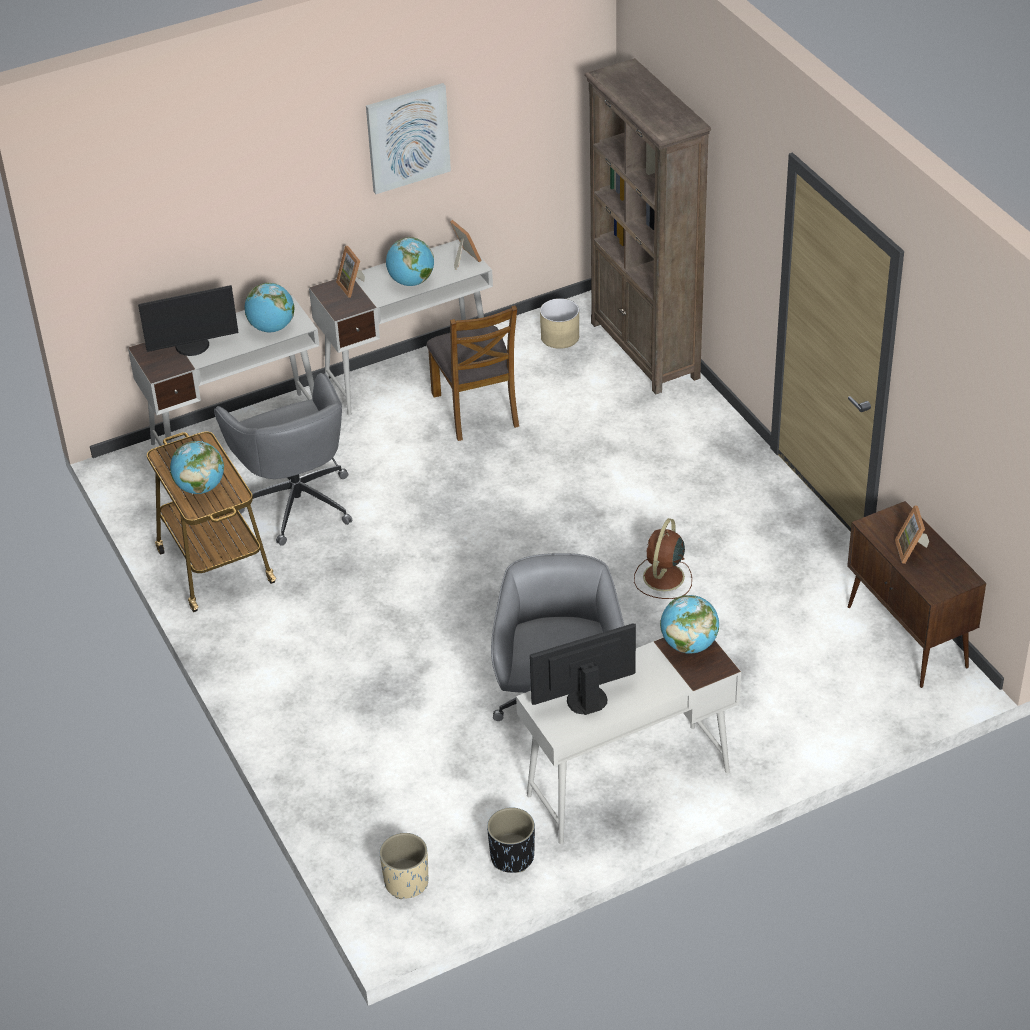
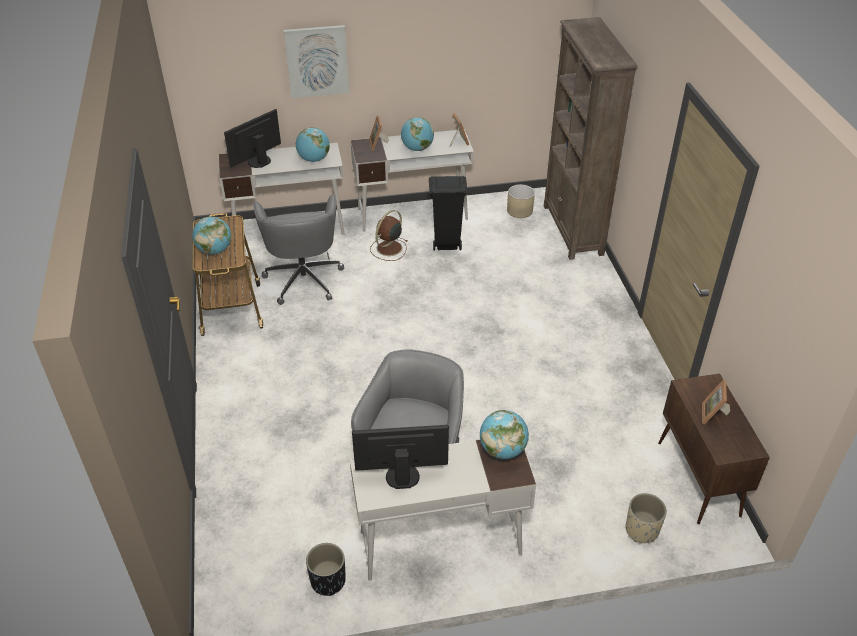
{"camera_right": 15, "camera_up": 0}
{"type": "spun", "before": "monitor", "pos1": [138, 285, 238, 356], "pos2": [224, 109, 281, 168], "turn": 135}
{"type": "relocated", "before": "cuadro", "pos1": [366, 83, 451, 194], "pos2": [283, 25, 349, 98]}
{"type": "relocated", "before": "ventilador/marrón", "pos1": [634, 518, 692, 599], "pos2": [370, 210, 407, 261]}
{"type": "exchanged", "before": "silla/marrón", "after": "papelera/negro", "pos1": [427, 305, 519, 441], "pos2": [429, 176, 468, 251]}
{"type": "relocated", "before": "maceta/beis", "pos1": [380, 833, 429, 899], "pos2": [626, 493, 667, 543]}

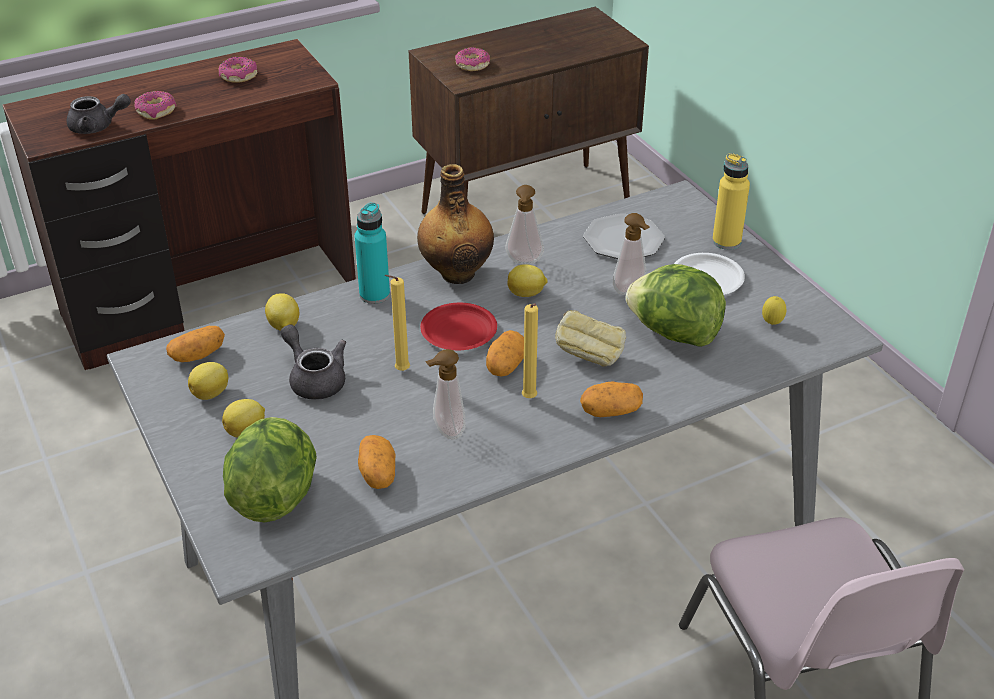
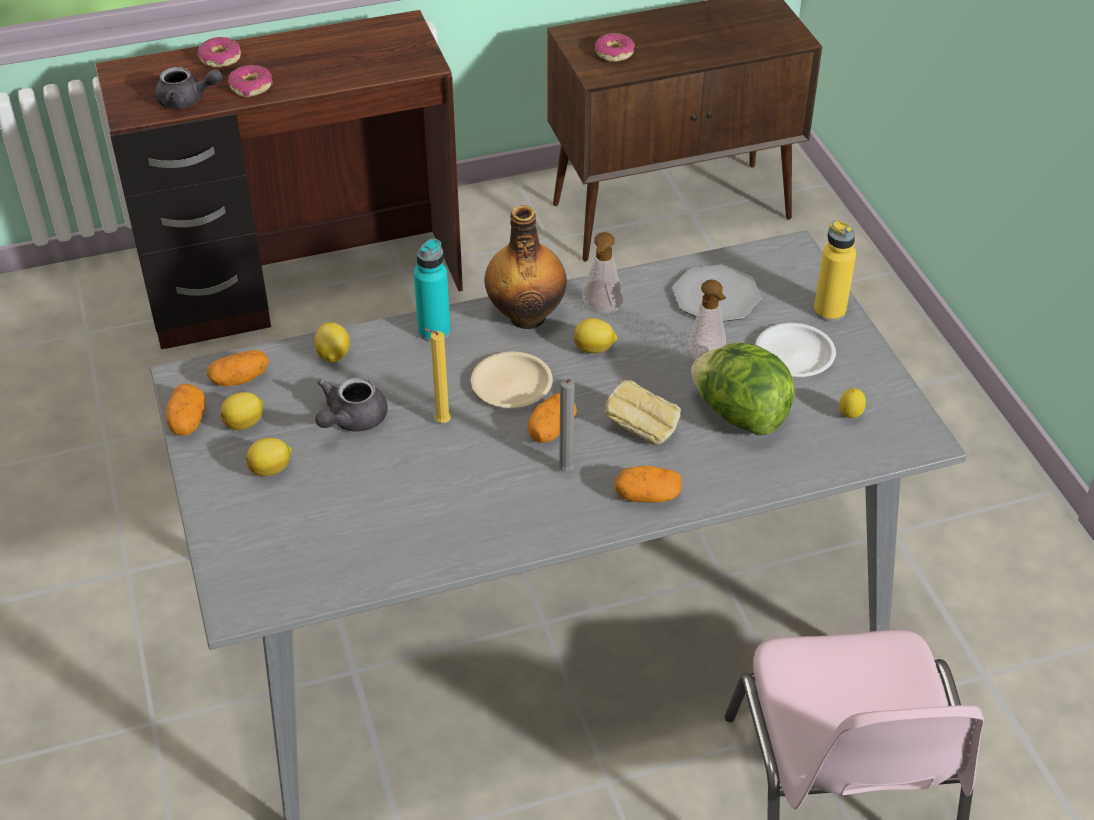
{"camera_right": 10, "camera_up": 5}
{"type": "relocated", "before": "patata", "pos1": [358, 435, 395, 489], "pos2": [166, 384, 205, 436]}
{"type": "relocated", "before": "rosquilla", "pos1": [218, 57, 257, 83], "pos2": [197, 37, 241, 68]}
{"type": "spun", "before": "tetera/gris", "pos1": [281, 324, 346, 400], "pos2": [315, 377, 388, 432], "turn": -120}
{"type": "colour", "before": "plato/rojo", "after": "plato/beis", "pos1": [420, 303, 497, 350], "pos2": [471, 352, 553, 408]}
{"type": "colour", "before": "vela/amarillo", "after": "vela/gris", "pos1": [522, 303, 538, 398], "pos2": [558, 379, 575, 471]}
{"type": "missing", "before": "lechuga", "pos1": [223, 417, 316, 522]}
{"type": "missing", "before": "dispensador de jabón", "pos1": [425, 349, 466, 439]}

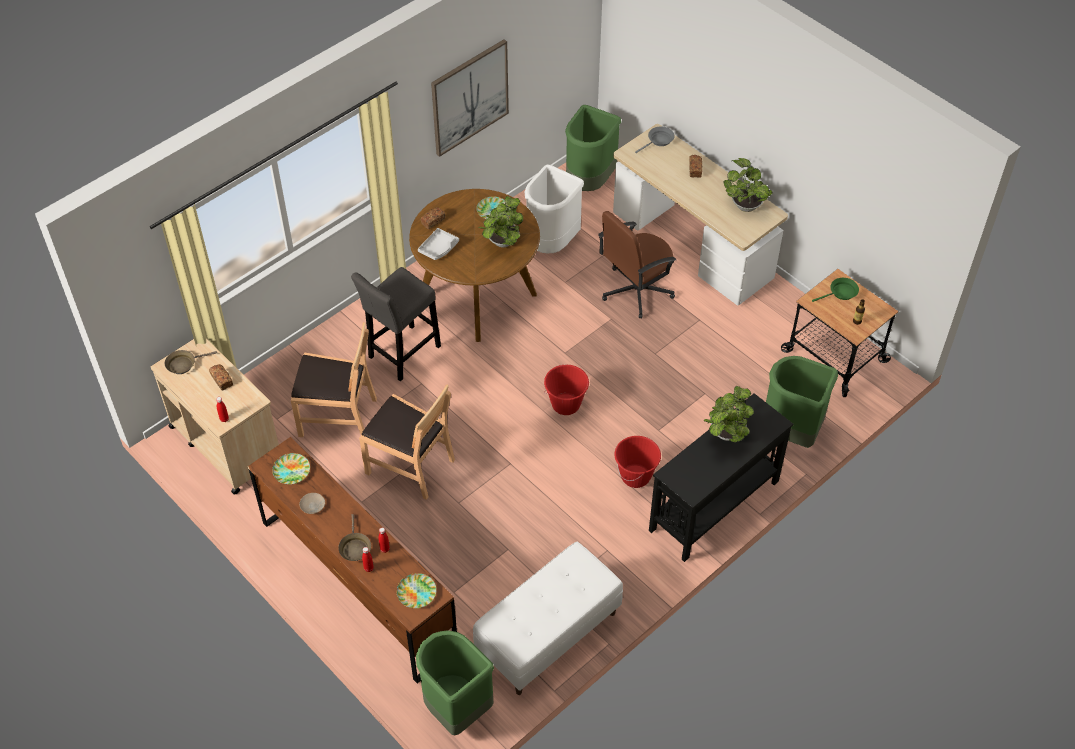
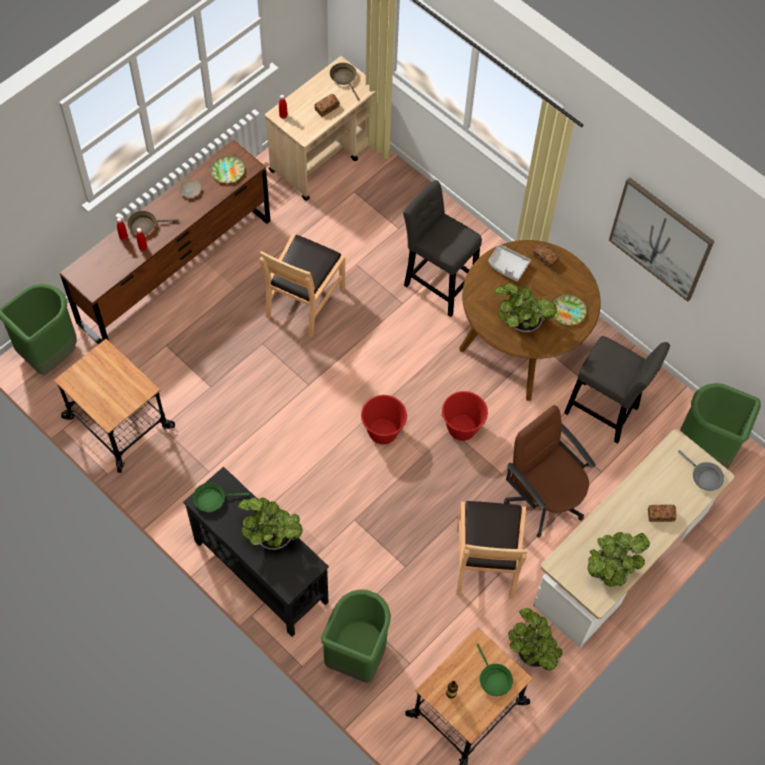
{"camera_right": 85, "camera_up": 10}
{"type": "exchanged", "before": "banco/blanco", "after": "carrito", "pos1": [473, 542, 623, 695], "pos2": [54, 339, 175, 473]}
{"type": "appeared", "after": "sartén/verde", "pos2": [193, 483, 250, 512]}
{"type": "relocated", "before": "cubo/rojo", "pos1": [615, 436, 661, 488], "pos2": [440, 391, 488, 441]}
{"type": "relocated", "before": "silla/marrón", "pos1": [291, 322, 377, 437], "pos2": [456, 501, 528, 599]}
{"type": "appeared", "after": "planta en maceta", "pos2": [508, 608, 562, 670]}
{"type": "exchanged", "before": "papelera/blanco", "after": "taburete/gris", "pos1": [525, 164, 584, 253], "pos2": [564, 336, 670, 444]}
{"type": "missing", "before": "plato", "pos1": [397, 573, 437, 608]}

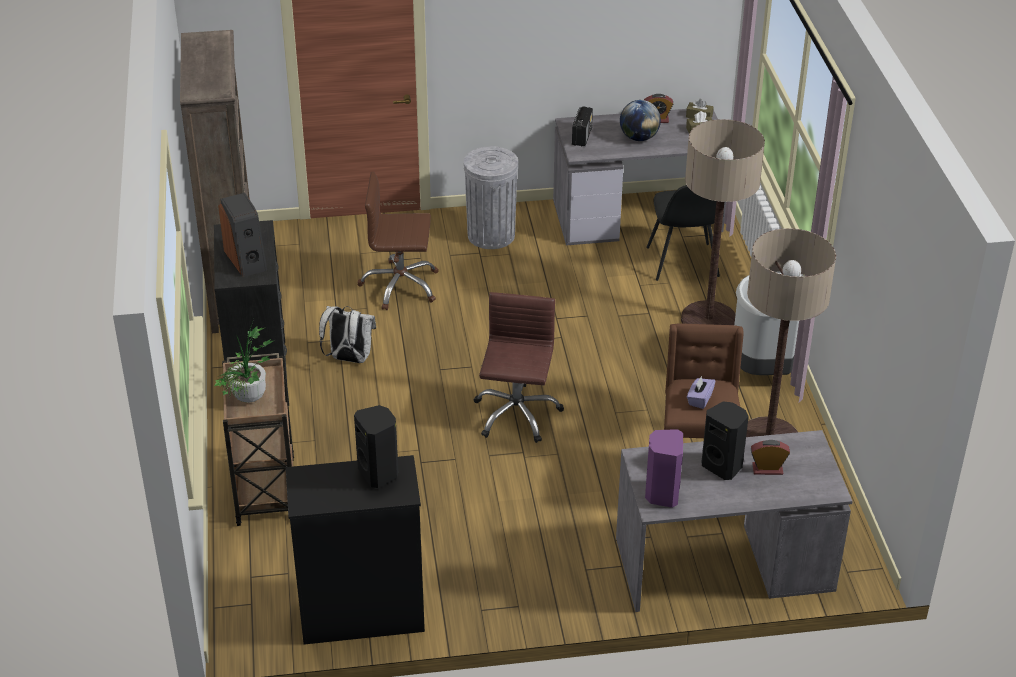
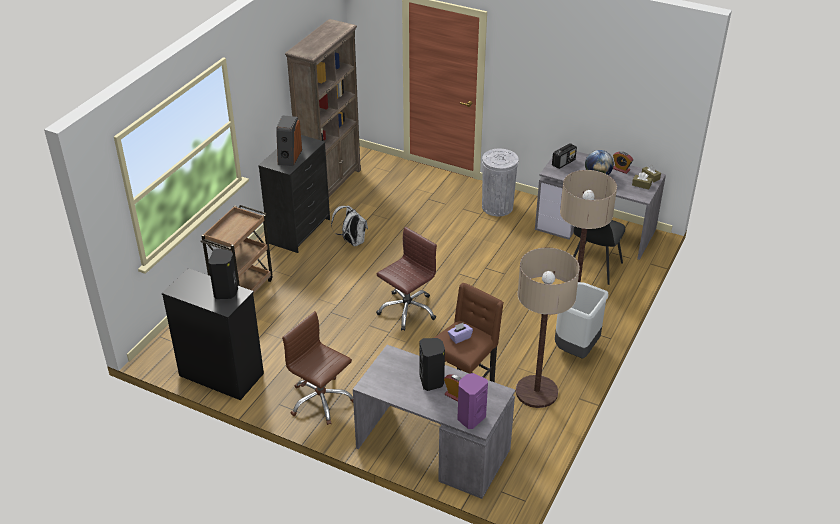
{"camera_right": 35, "camera_up": 0}
{"type": "relocated", "before": "silla de oficina/marrón", "pos1": [357, 171, 439, 310], "pos2": [282, 311, 353, 425]}
{"type": "relocated", "before": "altavoz/morado", "pos1": [645, 429, 683, 508], "pos2": [457, 373, 488, 429]}
{"type": "missing", "before": "planta en maceta", "pos1": [215, 322, 273, 403]}

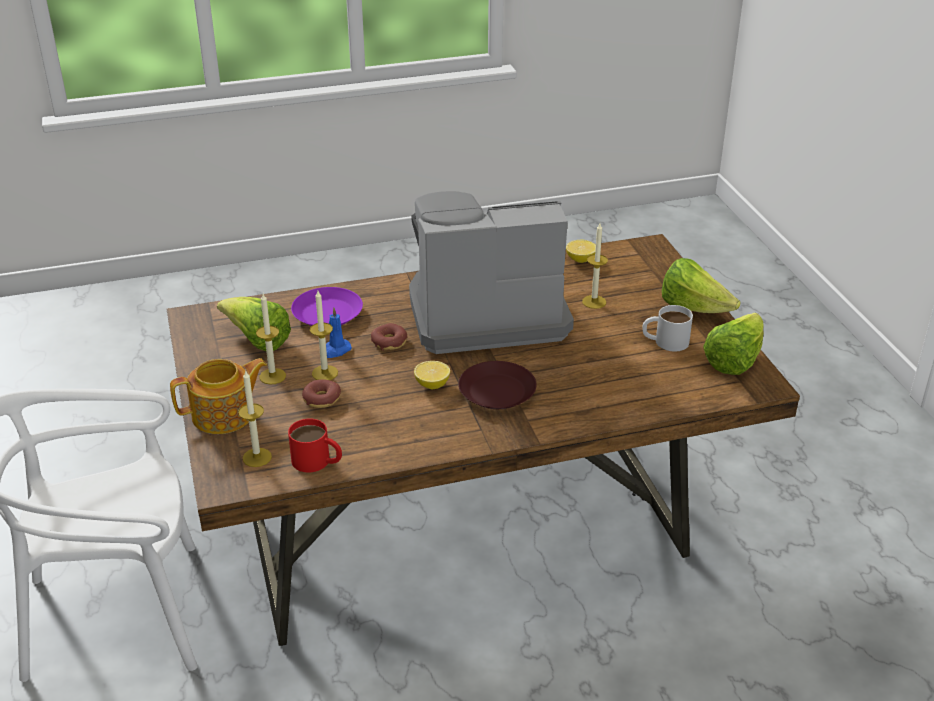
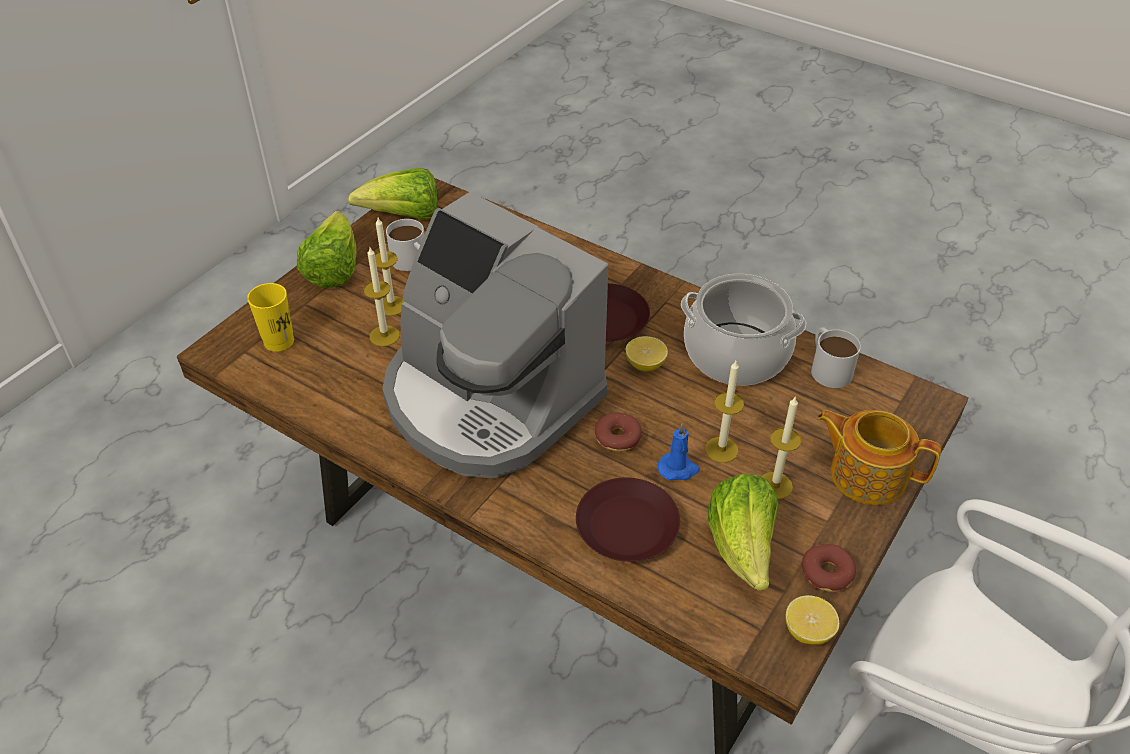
{"camera_right": -130, "camera_up": 10}
{"type": "appeared", "after": "taza/amarillo", "pos2": [247, 283, 294, 352]}
{"type": "relocated", "before": "vela", "pos1": [238, 371, 272, 467], "pos2": [375, 218, 404, 316]}
{"type": "colour", "before": "plato/morado", "after": "plato/marrón", "pos1": [291, 287, 363, 326], "pos2": [576, 478, 680, 562]}
{"type": "appeared", "after": "olla", "pos2": [681, 274, 806, 386]}
{"type": "relocated", "before": "limón", "pos1": [566, 240, 596, 263], "pos2": [785, 595, 839, 645]}
{"type": "relocated", "before": "rosquilla", "pos1": [302, 379, 341, 408], "pos2": [801, 544, 856, 592]}
{"type": "colour", "before": "taza grande/rojo", "after": "taza grande/blanco", "pos1": [288, 418, 342, 472], "pos2": [811, 327, 861, 388]}

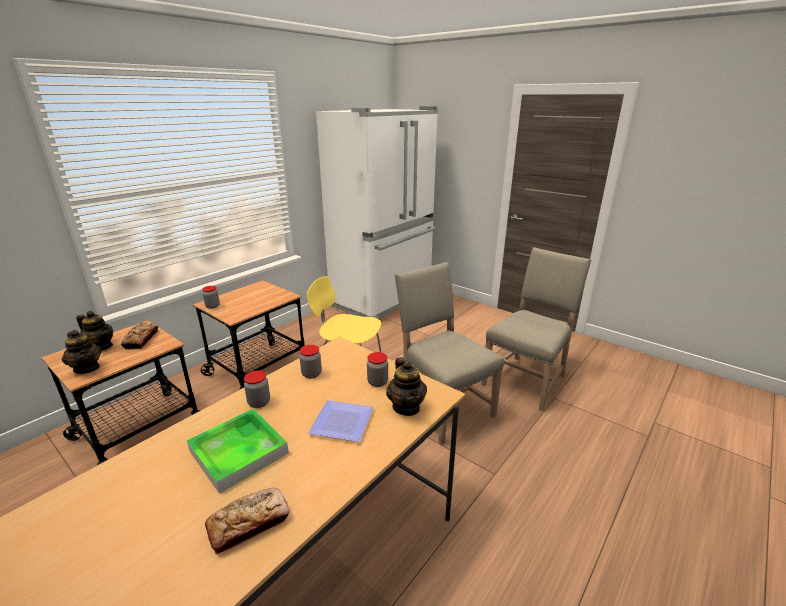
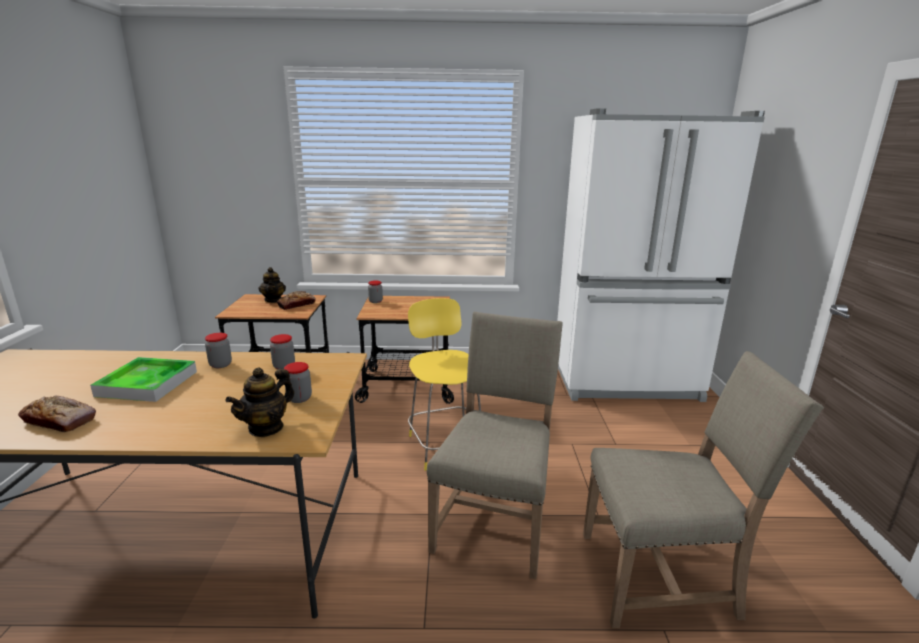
{"camera_right": 50, "camera_up": -5}
{"type": "missing", "before": "tetera", "pos1": [62, 330, 101, 374]}
{"type": "missing", "before": "plato", "pos1": [308, 400, 374, 442]}

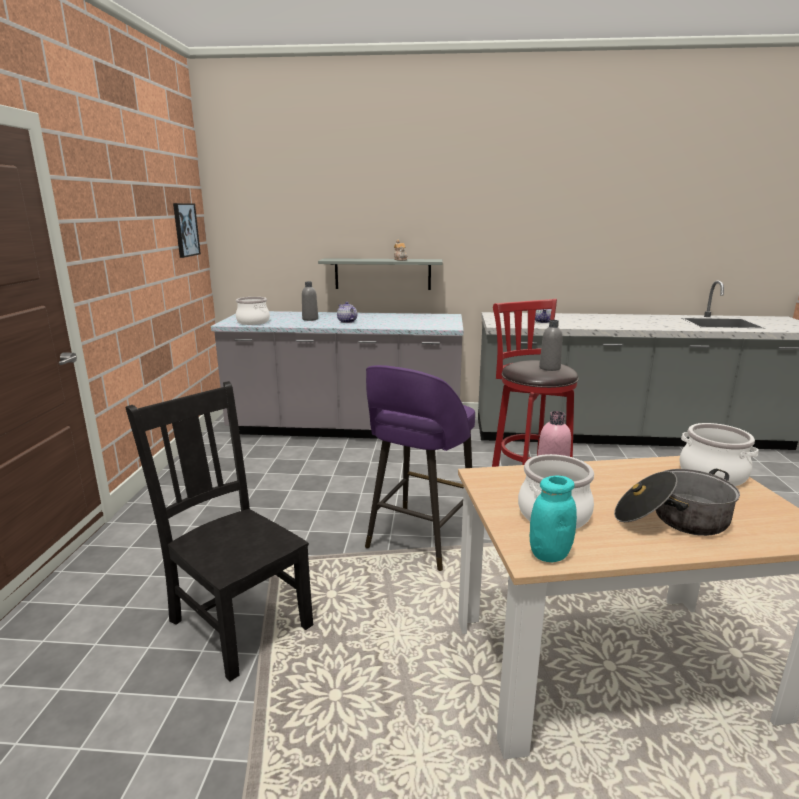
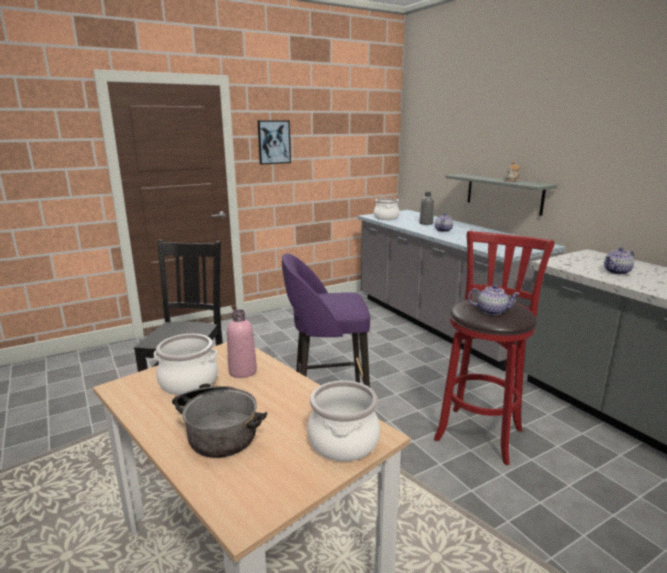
{"camera_right": 55, "camera_up": 0}
{"type": "relocated", "before": "cuadro", "pos1": [173, 203, 201, 258], "pos2": [258, 121, 291, 165]}
{"type": "exchanged", "before": "botella/gris", "after": "tetera", "pos1": [539, 320, 563, 371], "pos2": [468, 284, 520, 315]}
{"type": "missing", "before": "tarro/turquesa", "pos1": [530, 475, 577, 562]}

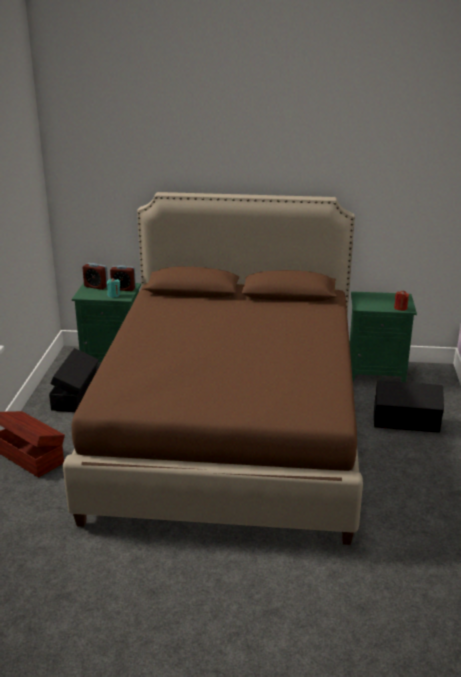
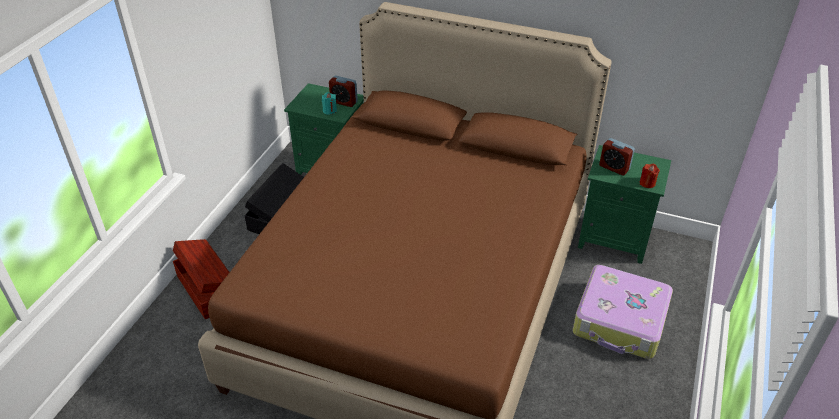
{"camera_right": 15, "camera_up": 15}
{"type": "exchanged", "before": "caja de almacenaje/negro", "after": "maleta", "pos1": [374, 380, 444, 433], "pos2": [573, 265, 673, 359]}
{"type": "relocated", "before": "despertador", "pos1": [82, 263, 108, 290], "pos2": [599, 138, 635, 175]}

